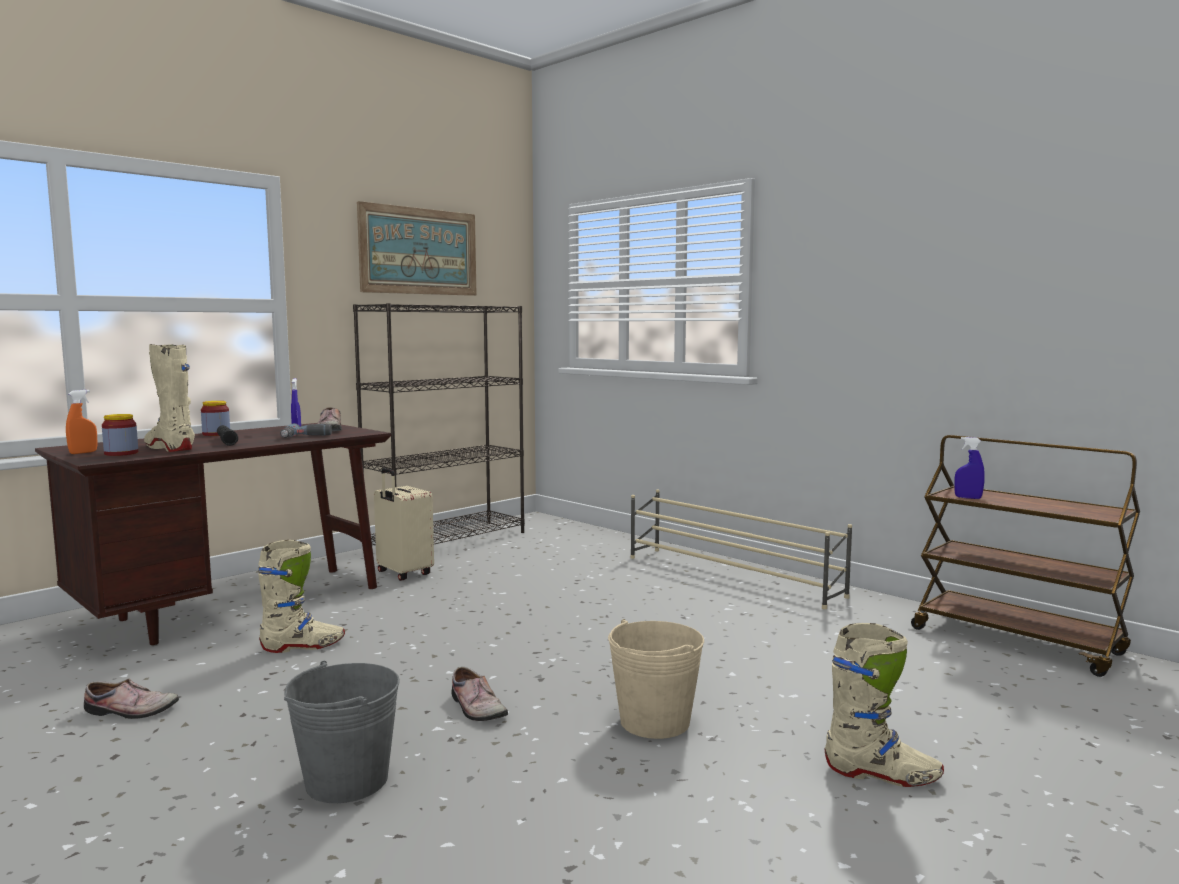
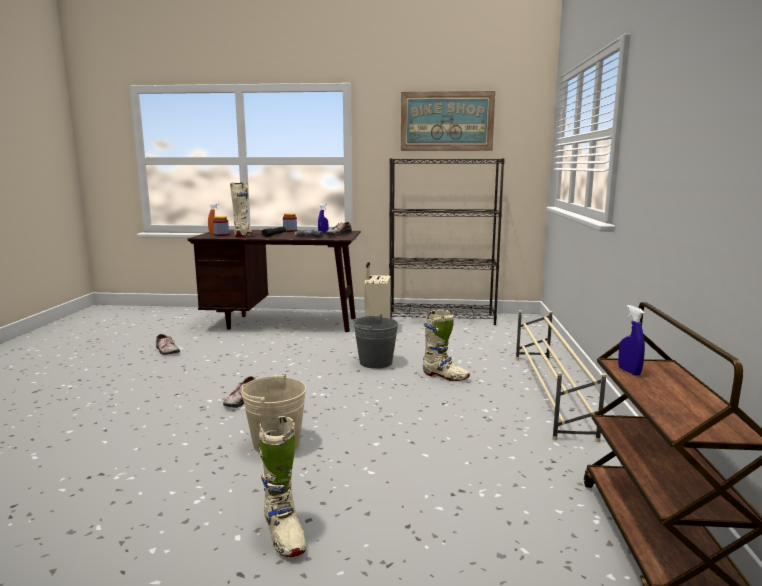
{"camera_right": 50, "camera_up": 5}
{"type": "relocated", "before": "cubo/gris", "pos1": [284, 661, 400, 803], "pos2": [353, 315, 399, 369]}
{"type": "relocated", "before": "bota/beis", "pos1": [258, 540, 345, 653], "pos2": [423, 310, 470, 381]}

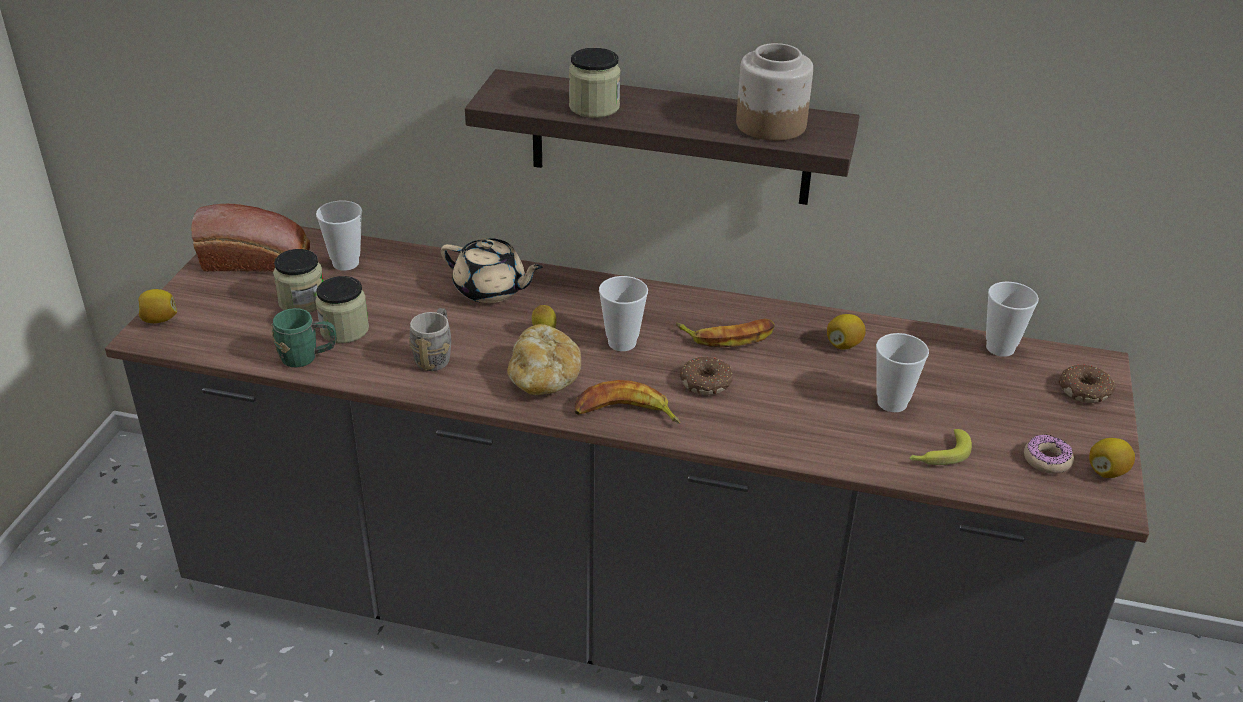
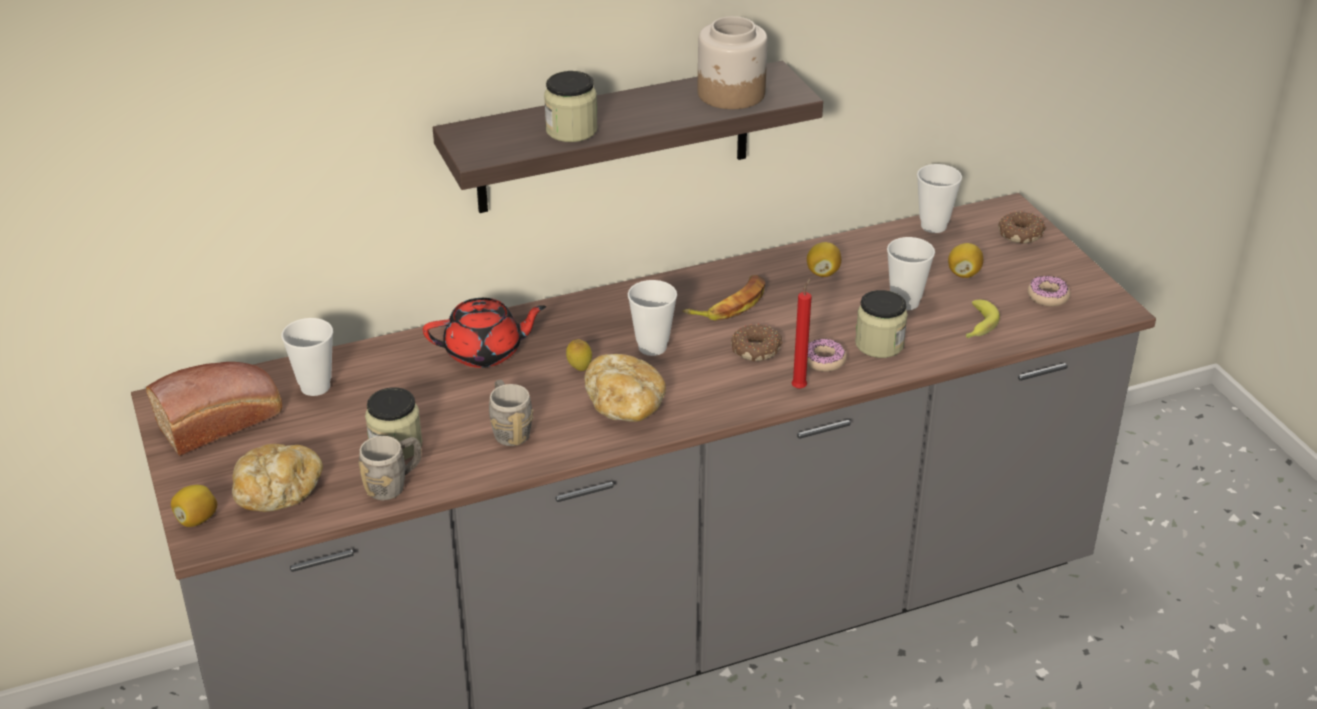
{"camera_right": -35, "camera_up": 0}
{"type": "appeared", "after": "pan", "pos2": [232, 444, 323, 512]}
{"type": "colour", "before": "taza grande/verde", "after": "taza grande/gris", "pos1": [271, 308, 336, 367], "pos2": [358, 436, 422, 500]}
{"type": "colour", "before": "tetera/beis", "after": "tetera/rojo", "pos1": [441, 238, 543, 303], "pos2": [423, 298, 546, 368]}
{"type": "appeared", "after": "vela/rojo", "pos2": [791, 278, 812, 389]}
{"type": "appeared", "after": "rosquilla", "pos2": [807, 338, 847, 372]}
{"type": "relocated", "before": "tarro", "pos1": [273, 249, 323, 313], "pos2": [855, 290, 908, 358]}
{"type": "relocated", "before": "limón", "pos1": [1089, 438, 1135, 478], "pos2": [948, 243, 983, 278]}
{"type": "missing", "before": "plátano", "pos1": [575, 380, 680, 424]}

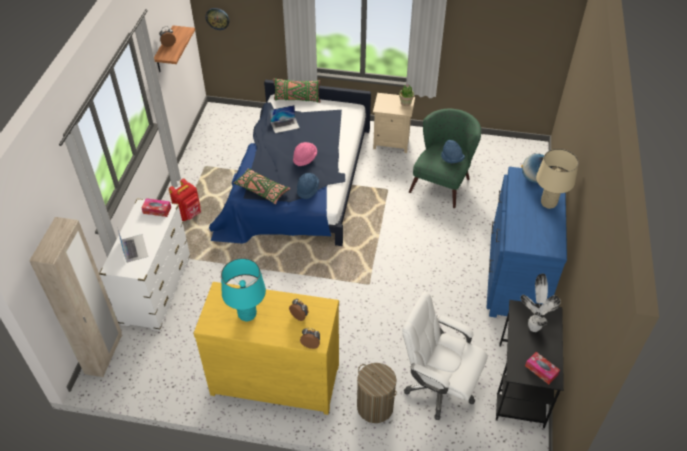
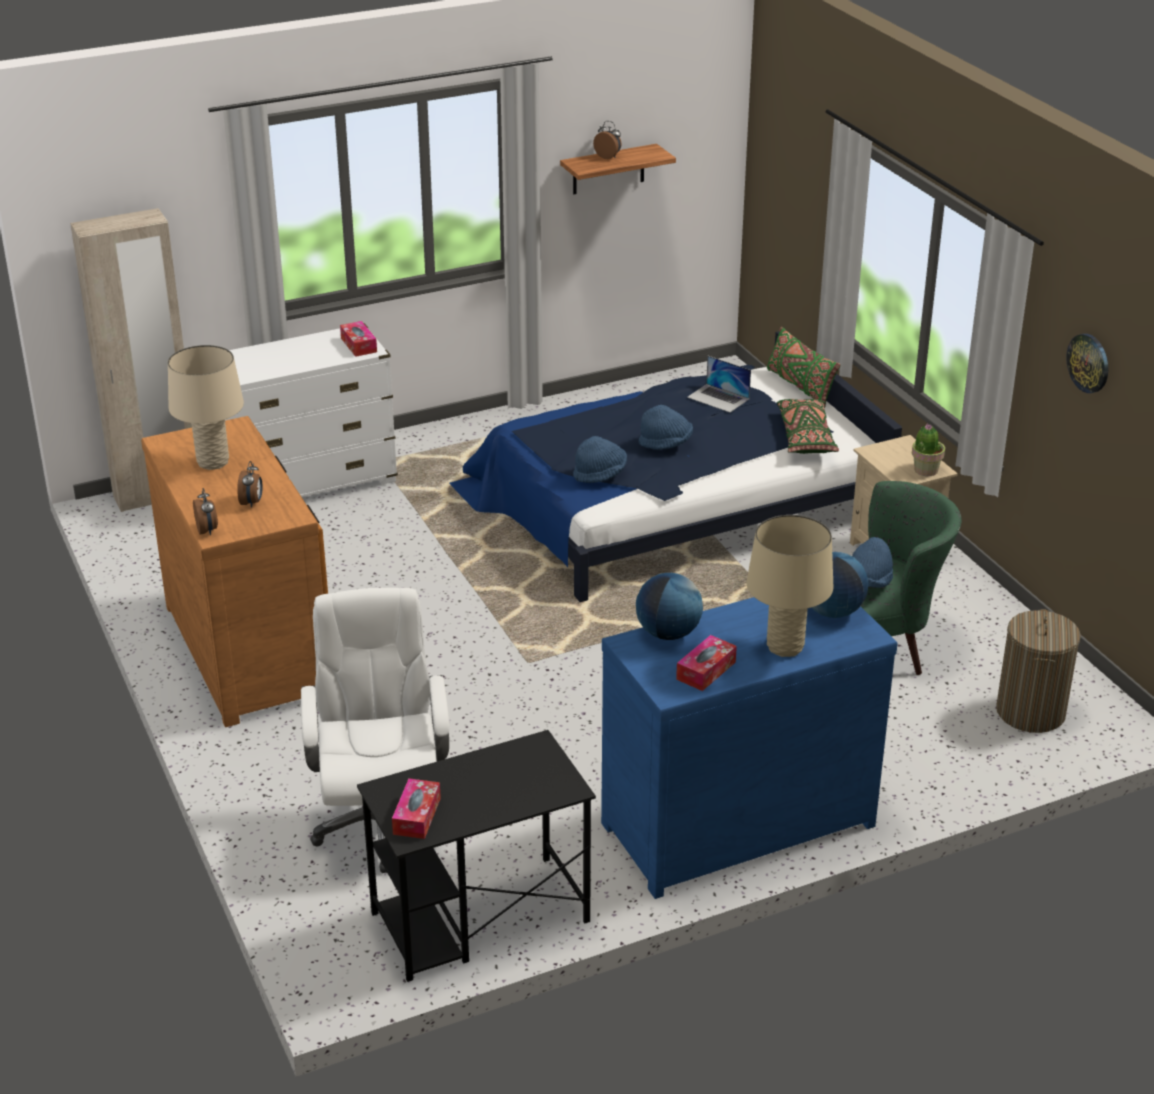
{"camera_right": 55, "camera_up": -15}
{"type": "colour", "before": "cómoda/amarillo", "after": "cómoda/marrón", "pos1": [193, 282, 339, 415], "pos2": [141, 416, 328, 727]}
{"type": "colour", "before": "lámpara de mesa/turquesa", "after": "lámpara de mesa/beis", "pos1": [221, 258, 266, 322], "pos2": [168, 345, 244, 470]}
{"type": "appeared", "after": "globo terráqueo", "pos2": [636, 573, 703, 640]}
{"type": "colour", "before": "sombrero/rosa", "after": "sombrero/azul", "pos1": [293, 142, 317, 166], "pos2": [639, 405, 693, 450]}
{"type": "appeared", "after": "caja de pañuelos", "pos2": [676, 635, 737, 691]}
{"type": "relocated", "before": "cojín/verde", "pos1": [234, 168, 291, 204], "pos2": [777, 399, 839, 454]}
{"type": "relocated", "before": "cesto de la ropa", "pos1": [357, 363, 397, 423], "pos2": [996, 609, 1081, 733]}
{"type": "relocated", "before": "reloj de pared", "pos1": [205, 8, 230, 30], "pos2": [1066, 334, 1108, 393]}
{"type": "missing", "before": "portátil", "pos1": [117, 227, 148, 263]}
{"type": "missing", "before": "mochila/rojo", "pos1": [169, 179, 201, 221]}
{"type": "missing", "before": "planta en maceta", "pos1": [520, 274, 561, 332]}

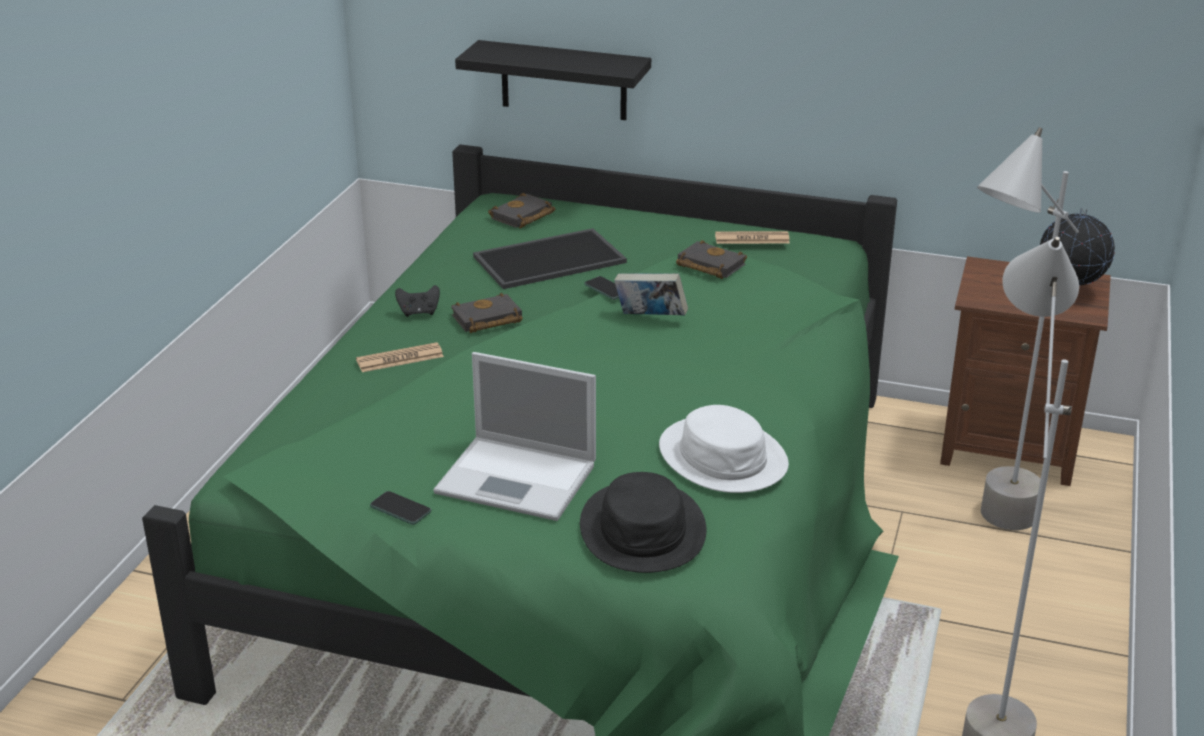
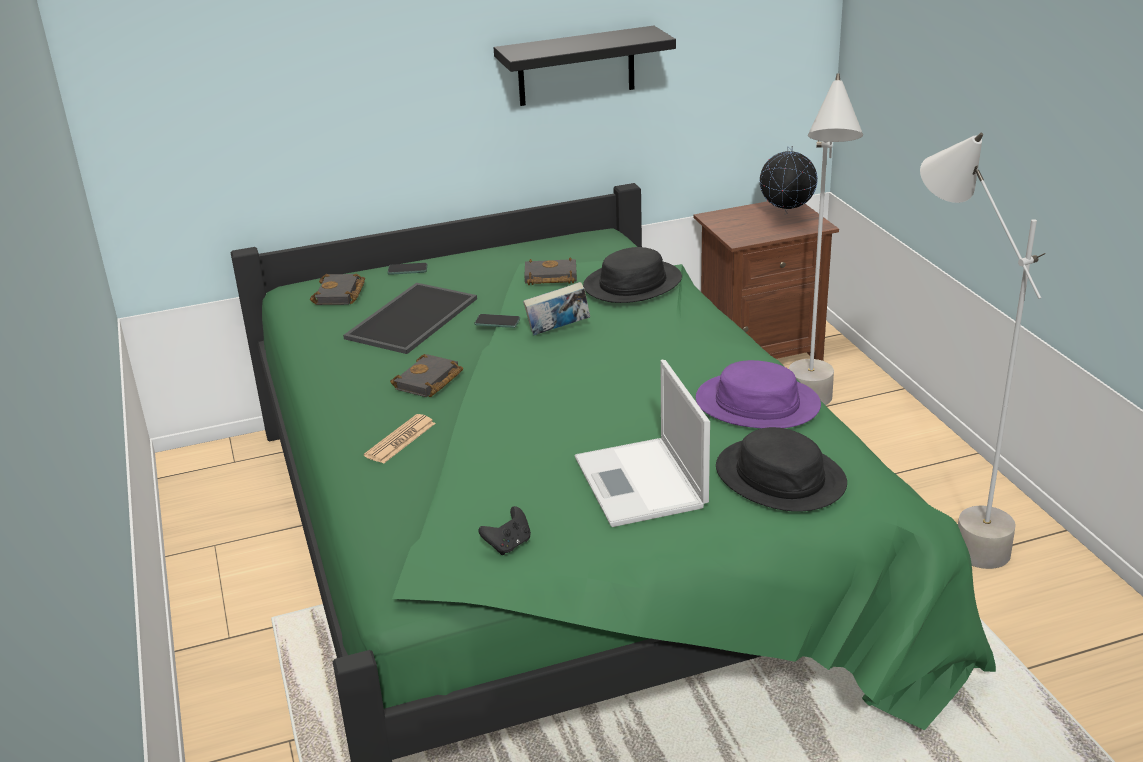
{"camera_right": -35, "camera_up": 0}
{"type": "relocated", "before": "móvil", "pos1": [370, 491, 431, 525], "pos2": [388, 263, 427, 275]}
{"type": "relocated", "before": "mando de consola/negro", "pos1": [395, 285, 440, 317], "pos2": [478, 506, 531, 555]}
{"type": "relocated", "before": "estante/negro", "pos1": [455, 40, 651, 120], "pos2": [494, 26, 676, 106]}
{"type": "spun", "before": "portátil", "pos1": [433, 352, 596, 521], "pos2": [575, 360, 710, 527], "turn": 90}
{"type": "appeared", "after": "sombrero/negro", "pos2": [583, 247, 682, 303]}
{"type": "colour", "before": "sombrero/blanco", "after": "sombrero/morado", "pos1": [659, 405, 789, 493], "pos2": [696, 360, 821, 428]}
{"type": "missing", "before": "periódico", "pos1": [715, 231, 790, 244]}

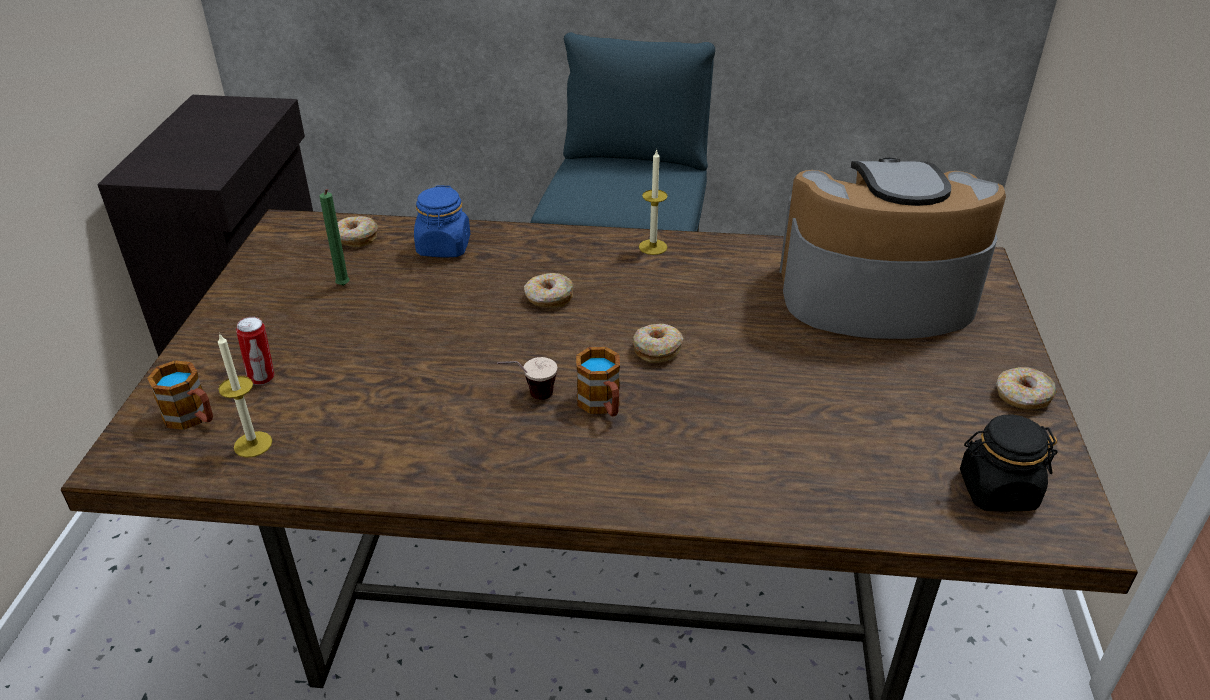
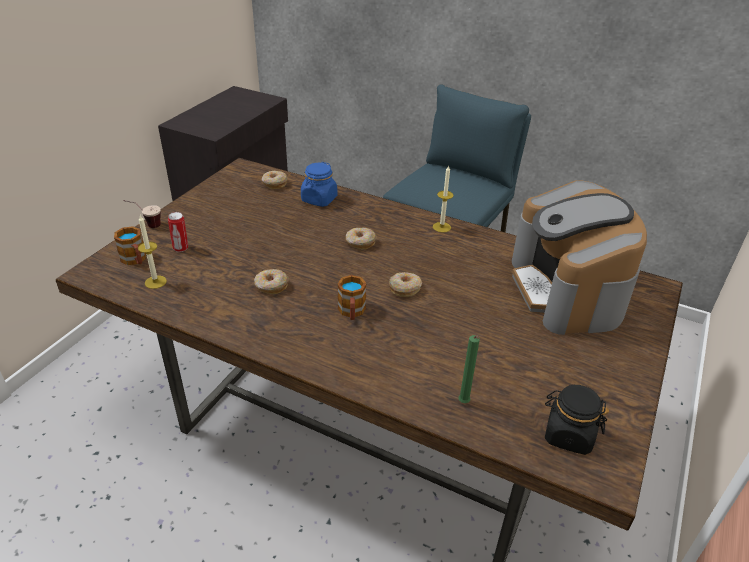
{"camera_right": 20, "camera_up": 0}
{"type": "relocated", "before": "taza", "pos1": [497, 357, 557, 400], "pos2": [124, 200, 161, 228]}
{"type": "relocated", "before": "rosquilla", "pos1": [996, 367, 1057, 409], "pos2": [254, 269, 288, 294]}
{"type": "relocated", "before": "vela/verde", "pos1": [319, 189, 350, 286], "pos2": [458, 335, 480, 403]}
{"type": "spun", "before": "cafetera", "pos1": [779, 158, 1006, 339], "pos2": [512, 180, 647, 335], "turn": -120}

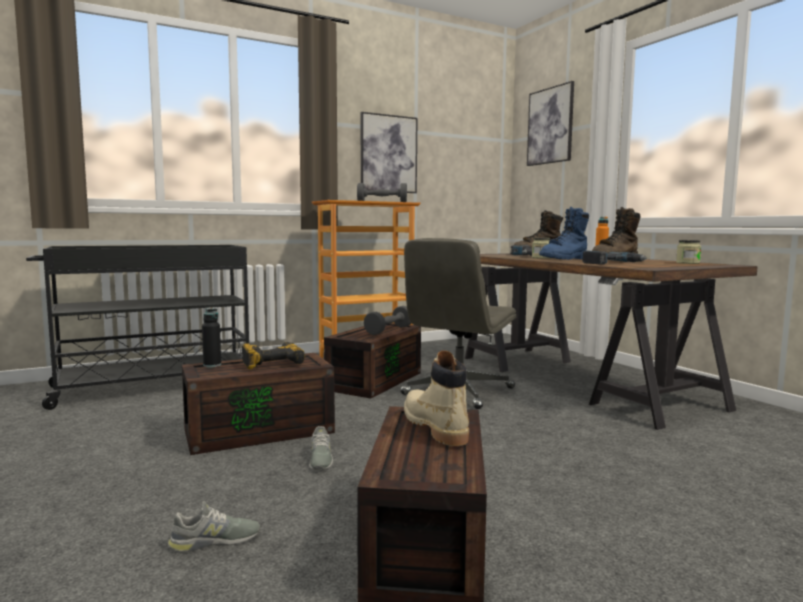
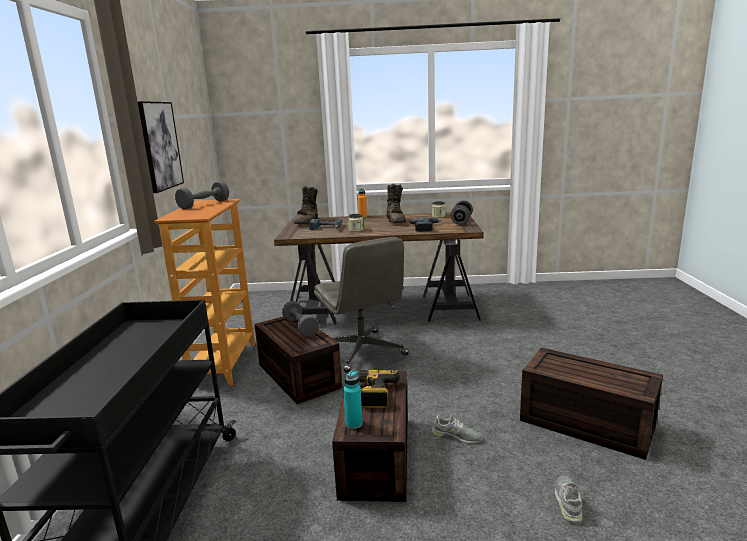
{"camera_right": -60, "camera_up": 10}
{"type": "colour", "before": "botella/negro", "after": "botella/turquesa", "pos1": [202, 308, 221, 367], "pos2": [343, 370, 363, 429]}
{"type": "appeared", "after": "mancuerna/gris", "pos2": [450, 200, 473, 225]}
{"type": "missing", "before": "bota/beis", "pos1": [404, 351, 469, 446]}
{"type": "missing", "before": "cuadro", "pos1": [527, 81, 574, 166]}
{"type": "missing", "before": "bota/azul", "pos1": [539, 207, 589, 260]}

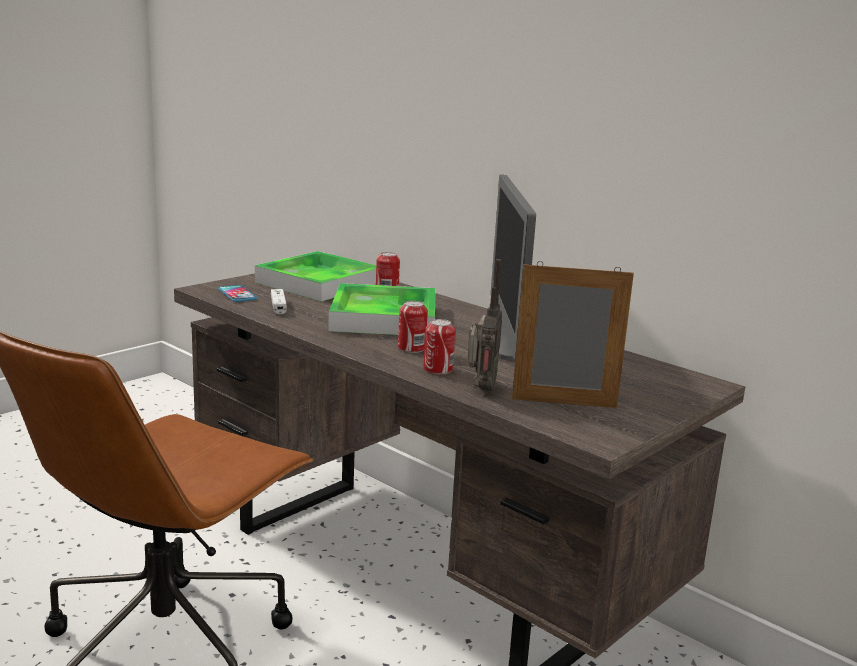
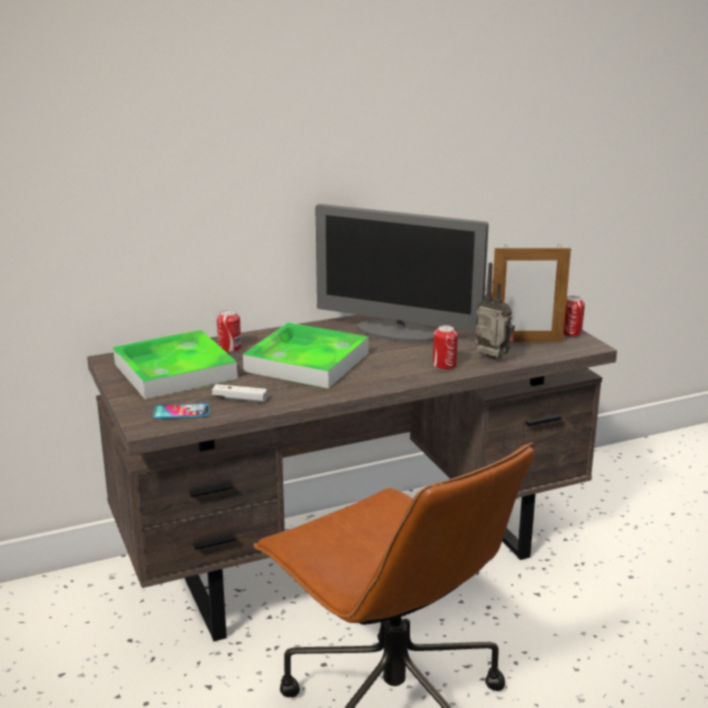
{"camera_right": -65, "camera_up": 5}
{"type": "spun", "before": "portarretratos", "pos1": [512, 261, 634, 408], "pos2": [492, 245, 571, 342], "turn": -120}
{"type": "relocated", "before": "lata", "pos1": [398, 301, 428, 353], "pos2": [564, 296, 585, 337]}

